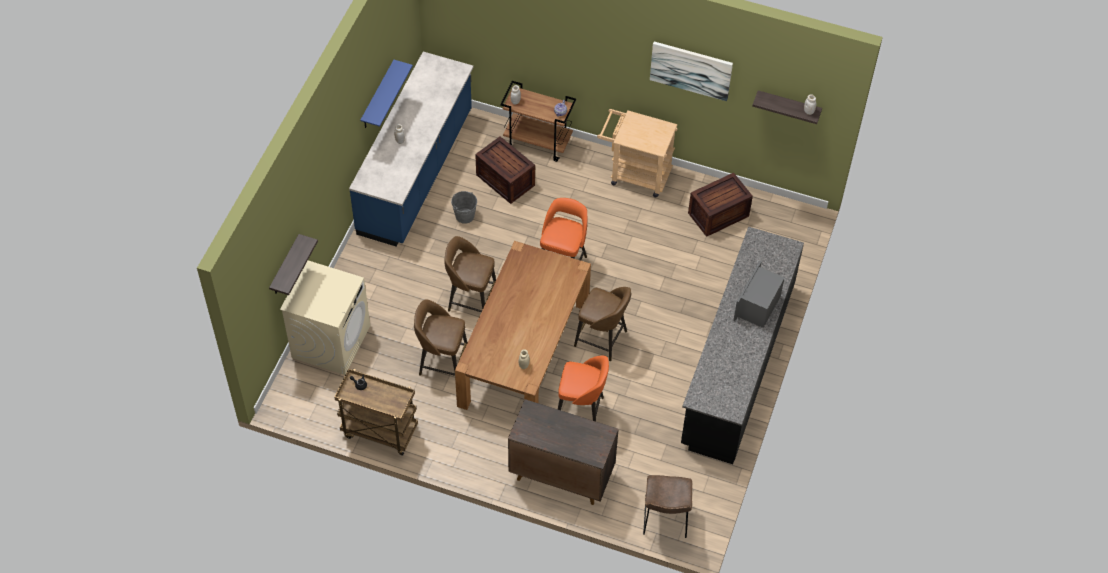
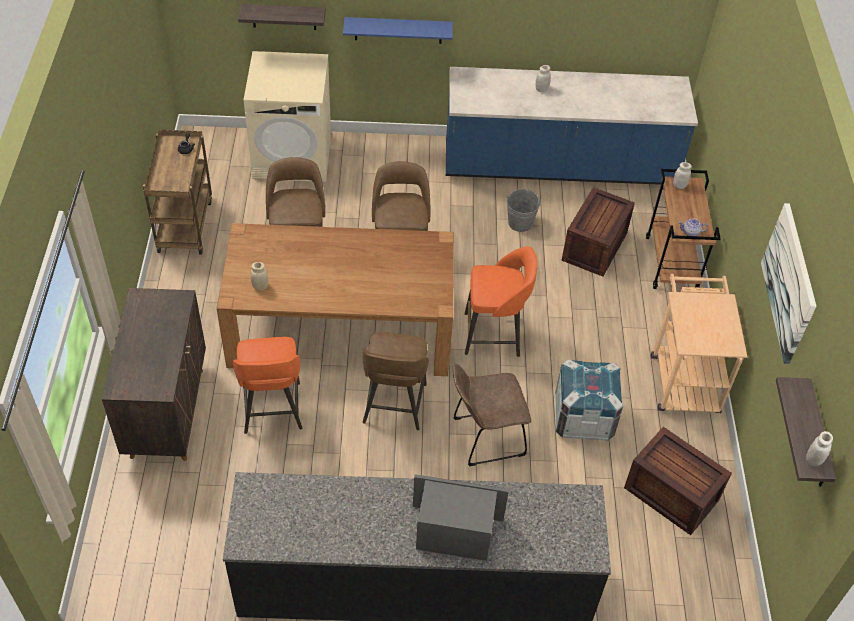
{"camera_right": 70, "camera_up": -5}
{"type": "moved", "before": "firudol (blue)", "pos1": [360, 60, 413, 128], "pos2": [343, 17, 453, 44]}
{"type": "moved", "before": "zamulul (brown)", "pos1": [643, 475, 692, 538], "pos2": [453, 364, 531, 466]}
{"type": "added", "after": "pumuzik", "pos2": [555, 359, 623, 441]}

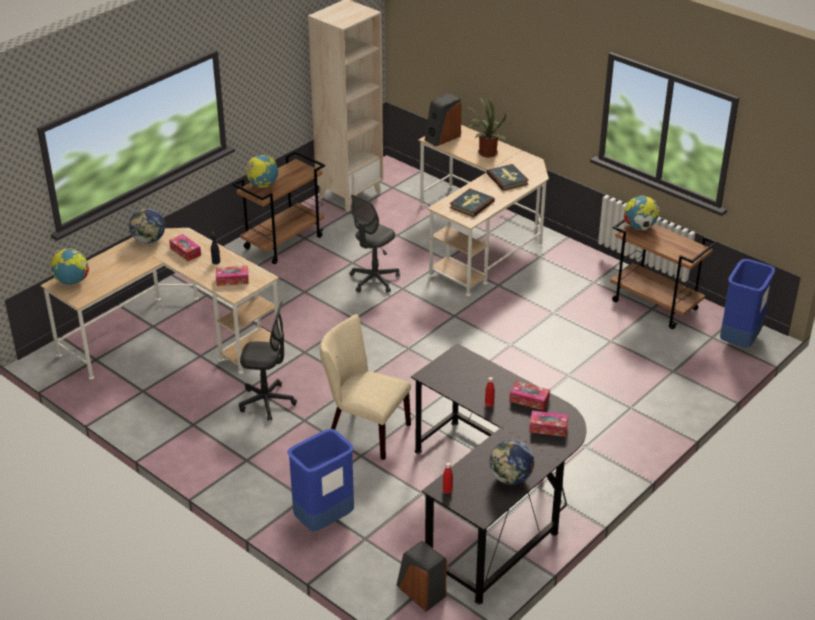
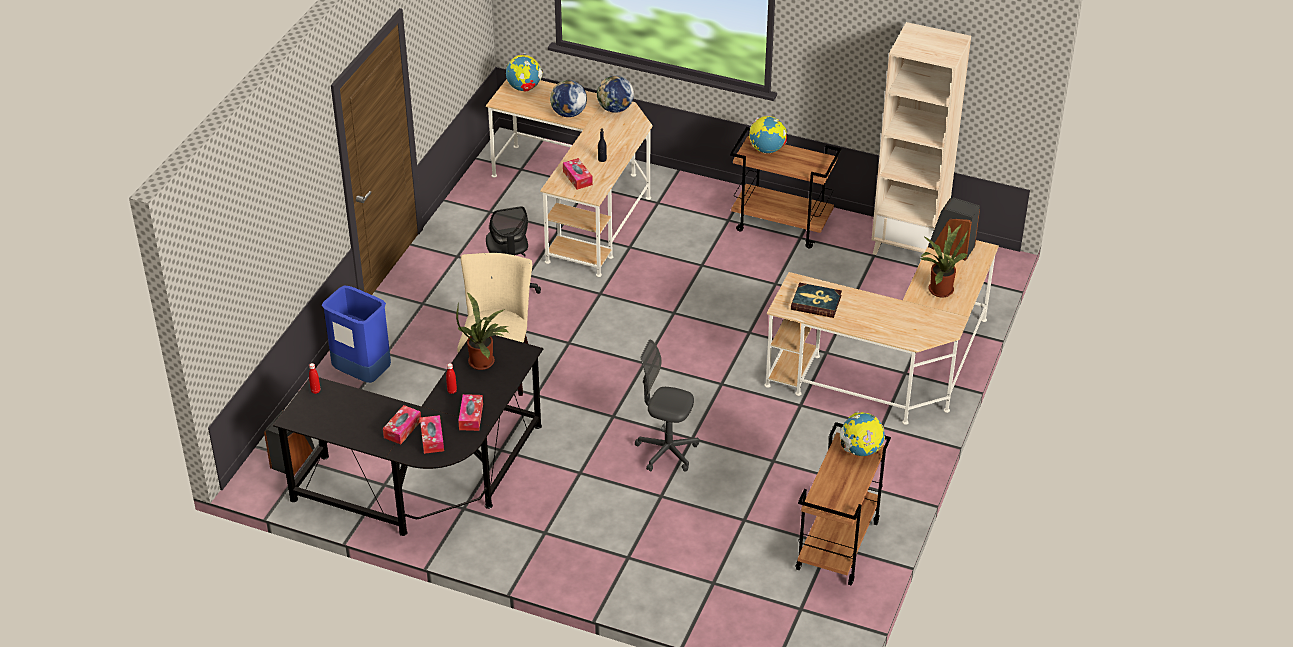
{"camera_right": 70, "camera_up": 5}
{"type": "moved", "before": "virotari", "pos1": [169, 234, 201, 261], "pos2": [383, 405, 421, 445]}
{"type": "moved", "before": "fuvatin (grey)", "pos1": [350, 195, 400, 293], "pos2": [635, 340, 699, 472]}
{"type": "removed", "before": "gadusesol", "pos1": [486, 164, 529, 191]}
{"type": "moved", "before": "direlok", "pos1": [490, 440, 534, 485], "pos2": [550, 80, 587, 117]}
{"type": "removed", "before": "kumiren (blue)", "pos1": [720, 259, 775, 348]}
{"type": "added", "after": "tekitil", "pos2": [456, 292, 509, 370]}

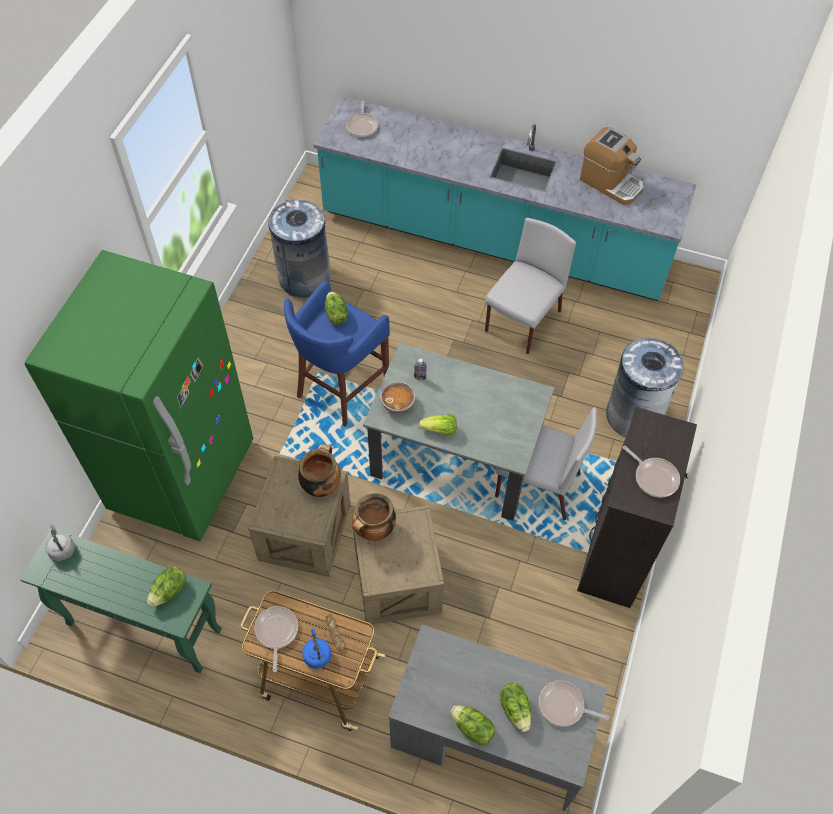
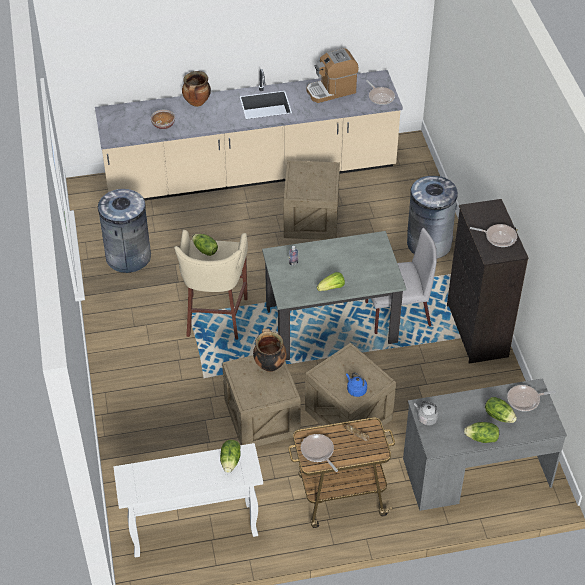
{"camera_right": -30, "camera_up": -10}
{"type": "recoloured", "before": "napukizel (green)", "after": "napukizel (white)", "pos1": [20, 529, 222, 673], "pos2": [113, 443, 263, 558]}
{"type": "removed", "before": "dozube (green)", "pos1": [25, 250, 253, 541]}
{"type": "moved", "before": "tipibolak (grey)", "pos1": [45, 525, 75, 561], "pos2": [414, 401, 439, 425]}
{"type": "recoloured", "before": "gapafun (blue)", "after": "gapafun (beige)", "pos1": [284, 280, 390, 427], "pos2": [174, 230, 248, 339]}
{"type": "moved", "before": "tipibolak (blue)", "pos1": [302, 629, 331, 669], "pos2": [346, 373, 367, 397]}
{"type": "recoloured", "before": "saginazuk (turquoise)", "after": "saginazuk (beige)", "pos1": [314, 97, 696, 301], "pos2": [95, 69, 403, 200]}
{"type": "moved", "before": "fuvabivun", "pos1": [346, 101, 378, 137], "pos2": [366, 80, 395, 105]}
{"type": "moved", "before": "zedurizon", "pos1": [352, 493, 396, 541], "pos2": [182, 71, 211, 107]}
{"type": "moved", "before": "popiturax", "pos1": [380, 381, 415, 413], "pos2": [151, 110, 175, 130]}
{"type": "replaced", "before": "zamulul (grey)", "after": "pumuzik", "pos1": [485, 218, 576, 354], "pos2": [283, 160, 340, 240]}
{"type": "turned", "before": "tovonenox", "pos1": [580, 127, 644, 205], "pos2": [307, 48, 359, 103], "turn": 150}

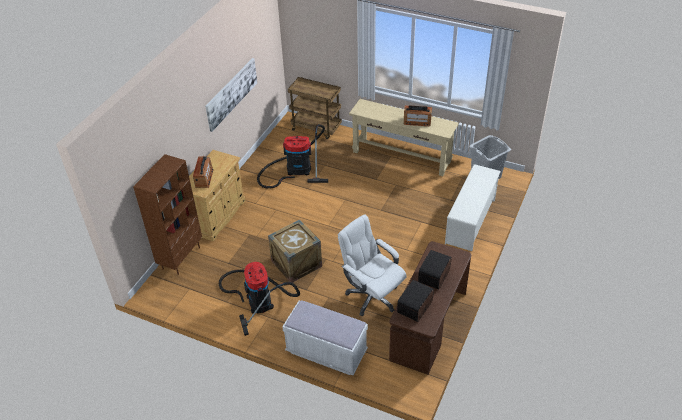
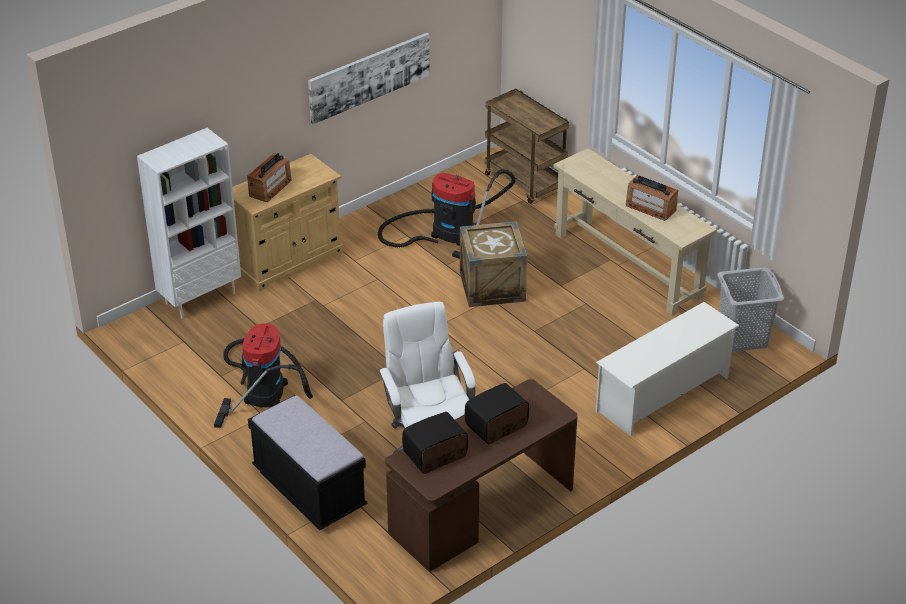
{"camera_right": 25, "camera_up": -5}
{"type": "recoloured", "before": "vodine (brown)", "after": "vodine (white)", "pos1": [133, 154, 202, 275], "pos2": [137, 128, 241, 319]}
{"type": "moved", "before": "pumuzik", "pos1": [268, 220, 322, 283], "pos2": [460, 221, 527, 307]}
{"type": "recoloured", "before": "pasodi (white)", "after": "pasodi (black)", "pos1": [282, 300, 368, 375], "pos2": [248, 395, 367, 530]}

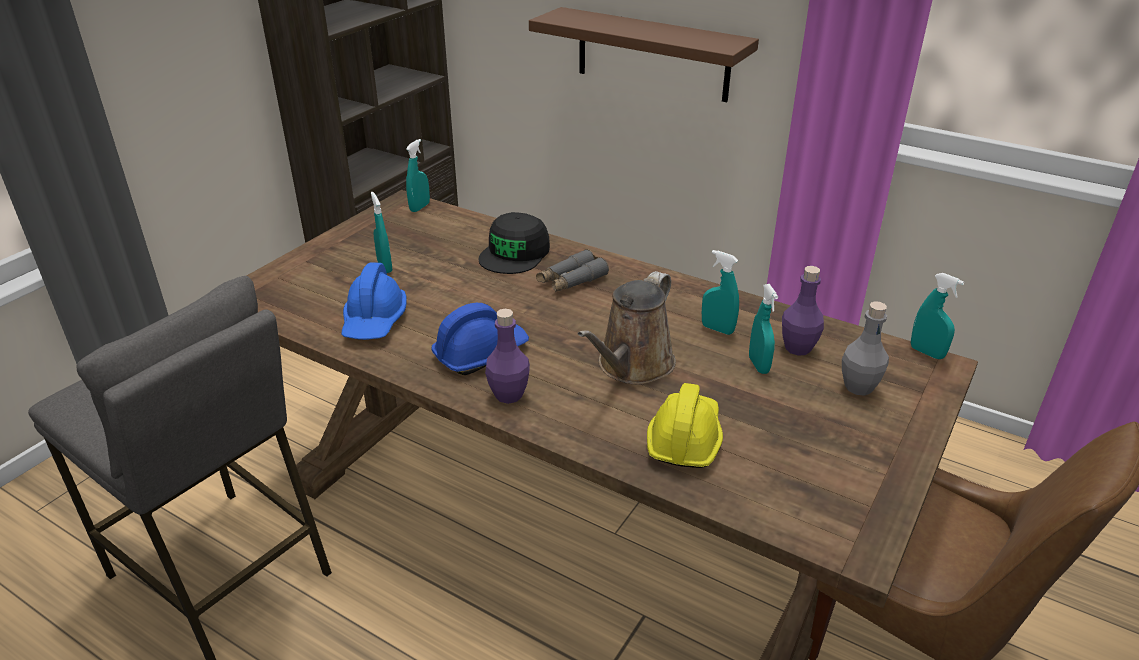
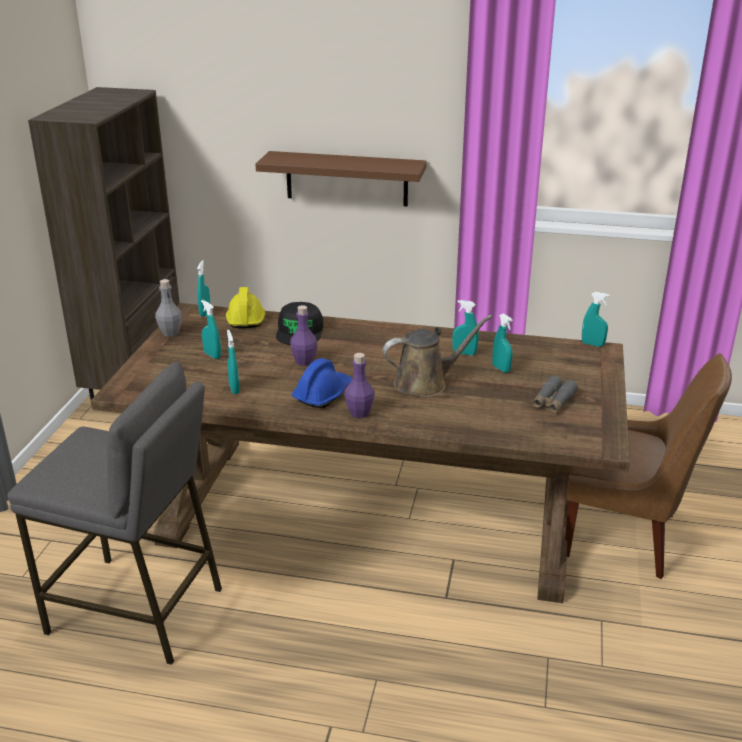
{"camera_right": -20, "camera_up": -5}
{"type": "replaced", "before": "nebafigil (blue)", "after": "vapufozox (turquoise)", "pos1": [341, 262, 407, 340], "pos2": [227, 330, 240, 394]}
{"type": "moved", "before": "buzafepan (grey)", "pos1": [536, 249, 609, 292], "pos2": [532, 375, 578, 413]}
{"type": "turned", "before": "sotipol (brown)", "pos1": [578, 271, 676, 385], "pos2": [383, 315, 492, 397], "turn": -120}
{"type": "moved", "before": "nebafigil (yellow)", "pos1": [647, 383, 723, 468], "pos2": [226, 287, 265, 328]}
{"type": "moved", "before": "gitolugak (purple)", "pos1": [782, 266, 824, 356], "pos2": [290, 305, 317, 366]}
{"type": "moved", "before": "gitolugak (grey)", "pos1": [842, 301, 889, 396], "pos2": [155, 279, 182, 337]}

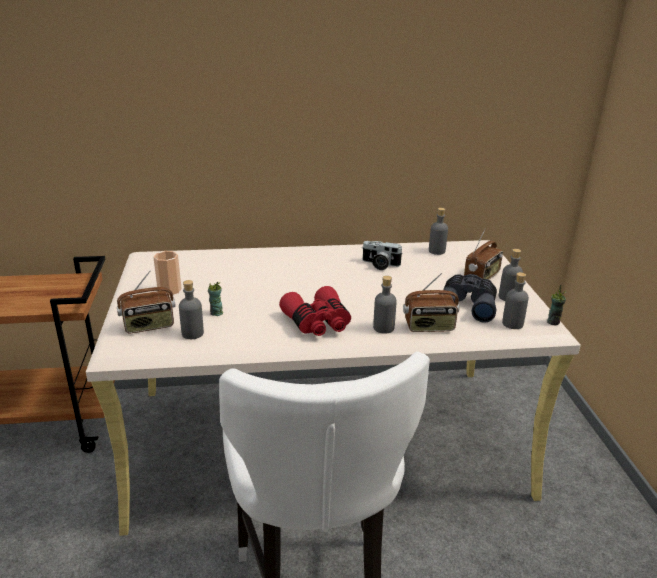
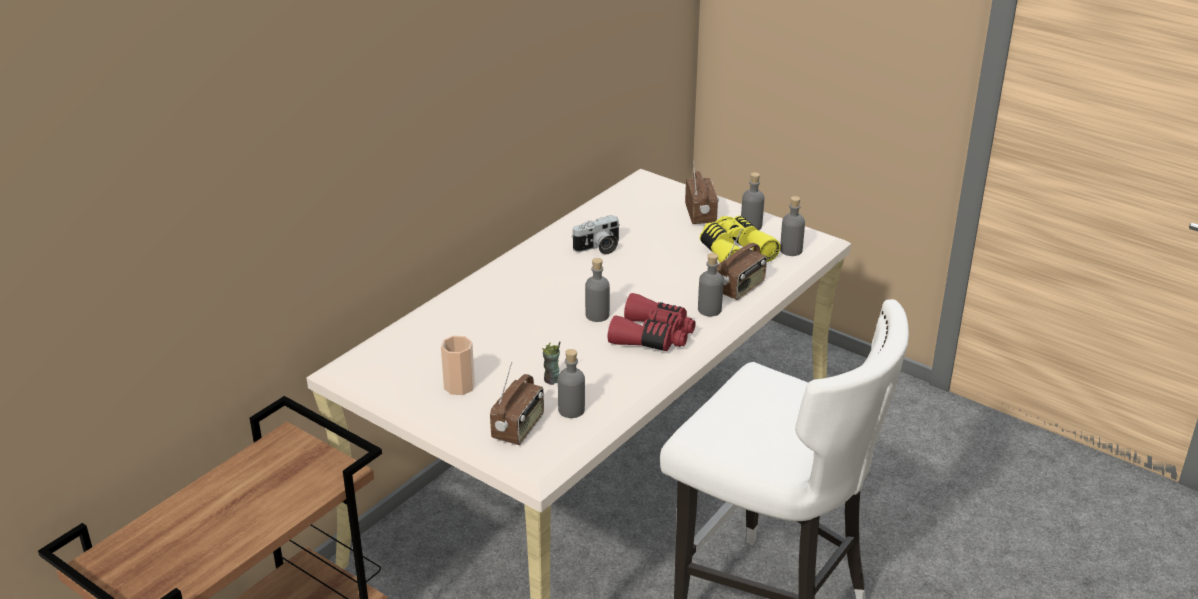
{"camera_right": -45, "camera_up": 5}
{"type": "moved", "before": "gitolugak (grey)", "pos1": [429, 208, 448, 255], "pos2": [585, 258, 610, 322]}
{"type": "recoloured", "before": "buzafepan (grey)", "after": "buzafepan (yellow)", "pos1": [443, 274, 497, 323], "pos2": [700, 216, 781, 263]}
{"type": "removed", "before": "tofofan", "pos1": [547, 285, 566, 325]}

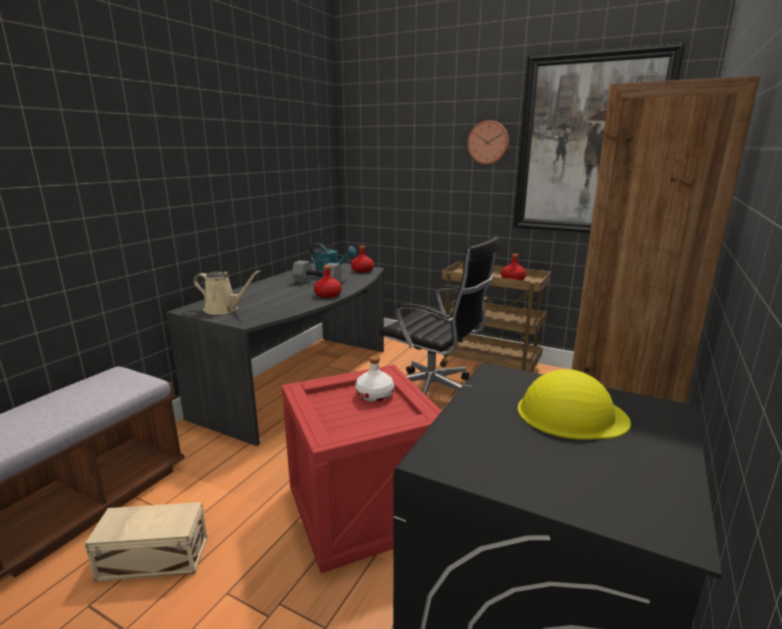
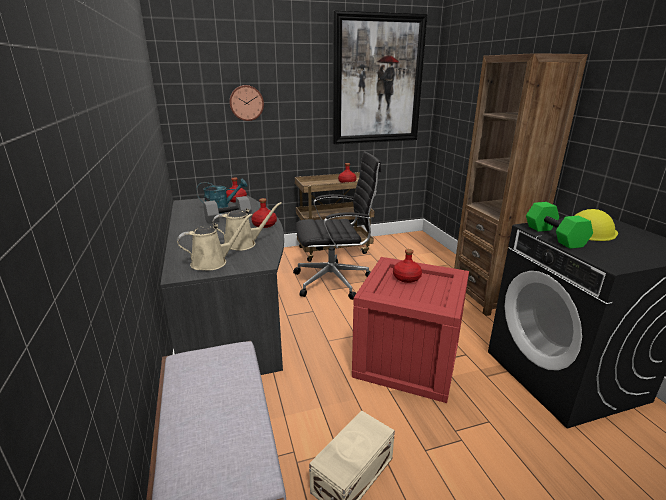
{"camera_right": -45, "camera_up": 5}
{"type": "recoloured", "before": "gitolugak (white)", "after": "gitolugak (red)", "pos1": [355, 355, 394, 402], "pos2": [393, 249, 422, 283]}
{"type": "moved", "before": "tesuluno", "pos1": [467, 120, 509, 164], "pos2": [229, 85, 264, 121]}
{"type": "added", "after": "sotipol (beige)", "pos2": [213, 202, 282, 251]}
{"type": "added", "after": "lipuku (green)", "pos2": [526, 202, 593, 249]}

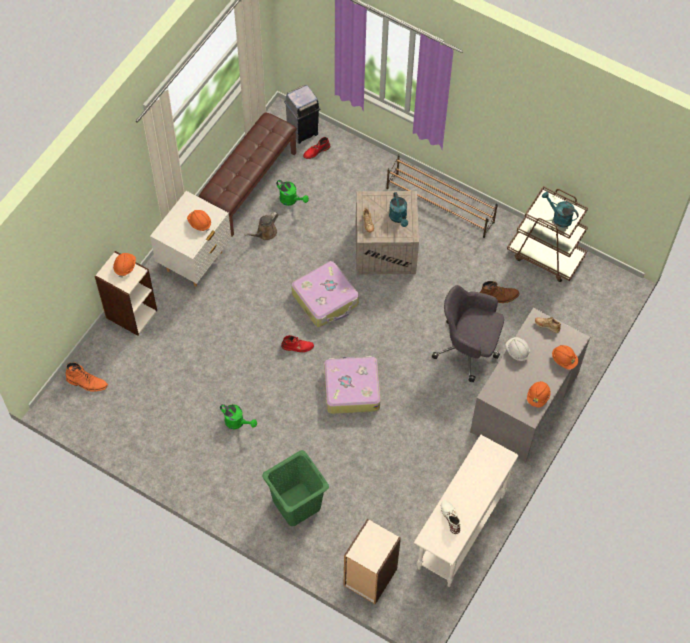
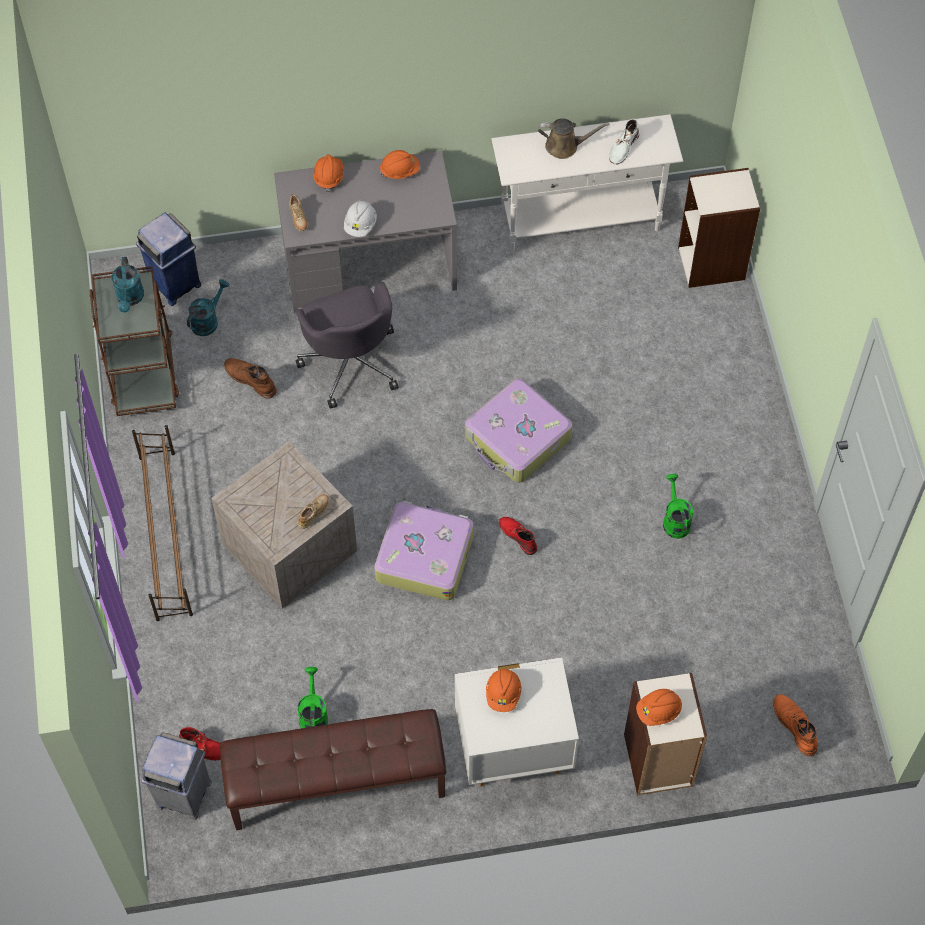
{"camera_right": -130, "camera_up": 0}
{"type": "moved", "before": "sotipol (brown)", "pos1": [244, 212, 278, 240], "pos2": [538, 118, 609, 159]}
{"type": "removed", "before": "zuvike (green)", "pos1": [262, 450, 329, 526]}
{"type": "moved", "before": "sotipol (turquoise)", "pos1": [389, 192, 408, 227], "pos2": [187, 279, 230, 336]}
{"type": "added", "after": "kumiren (blue)", "pos2": [136, 213, 201, 306]}

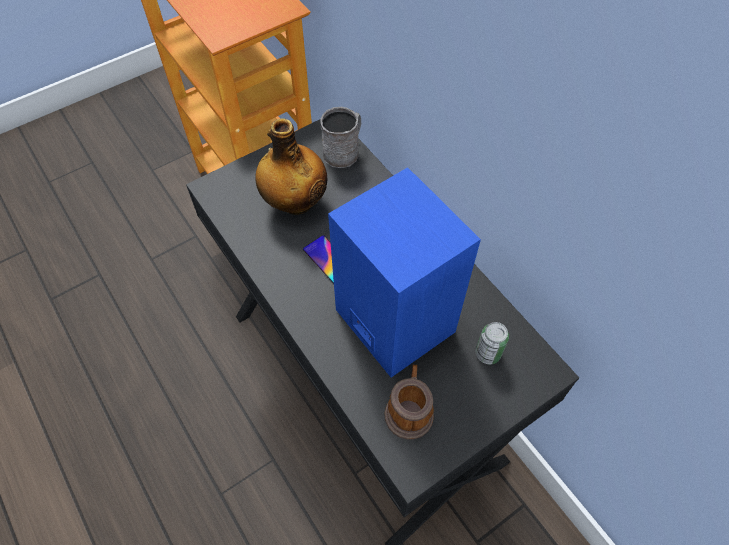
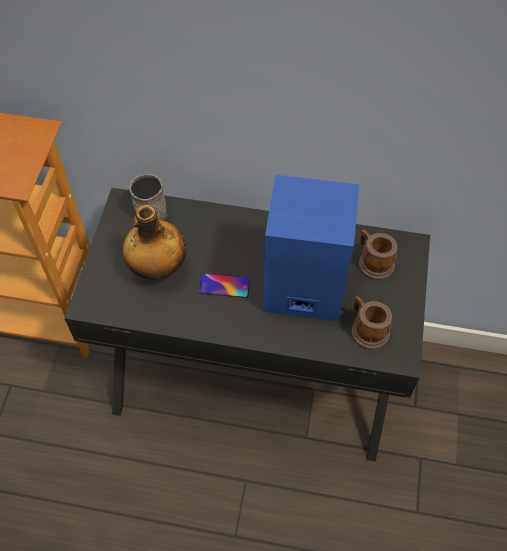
{"camera_right": -45, "camera_up": 0}
{"type": "replaced", "before": "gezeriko", "after": "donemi", "pos1": [476, 322, 509, 364], "pos2": [359, 229, 398, 280]}

